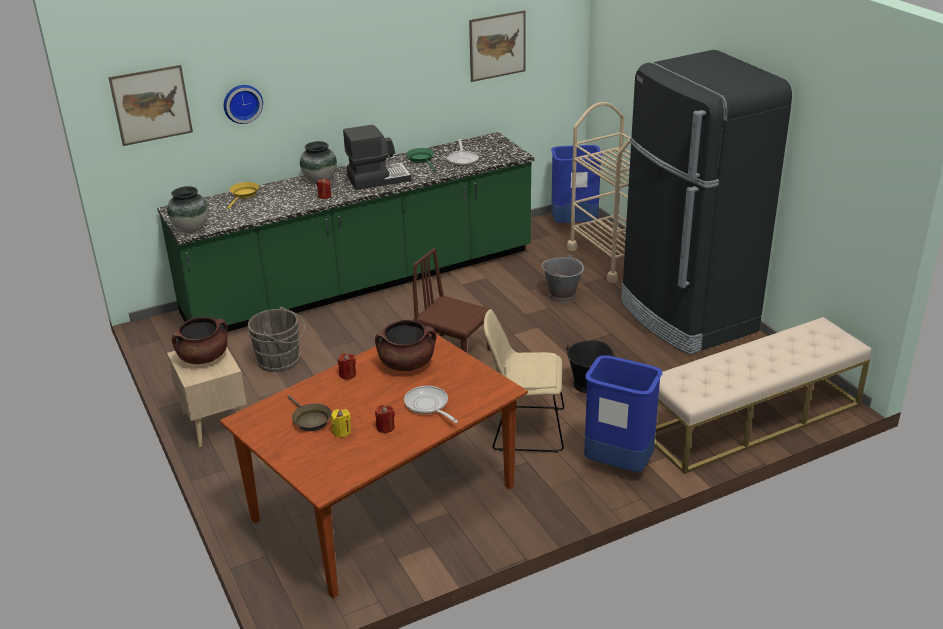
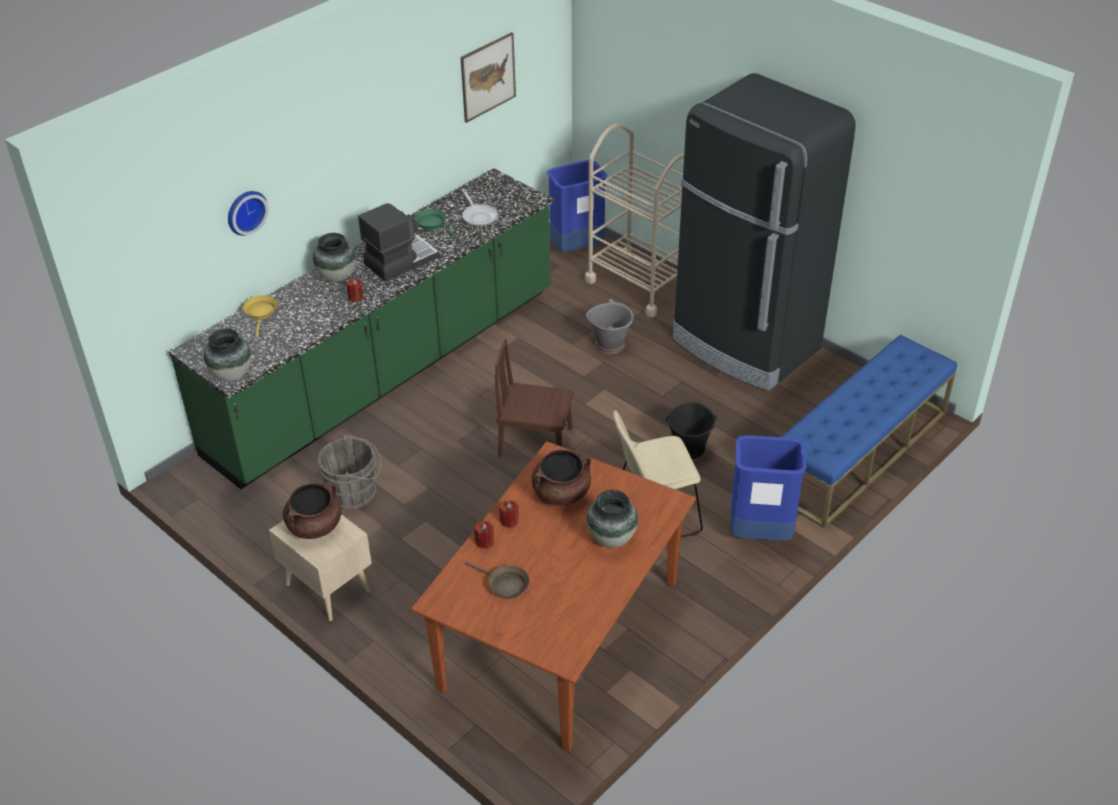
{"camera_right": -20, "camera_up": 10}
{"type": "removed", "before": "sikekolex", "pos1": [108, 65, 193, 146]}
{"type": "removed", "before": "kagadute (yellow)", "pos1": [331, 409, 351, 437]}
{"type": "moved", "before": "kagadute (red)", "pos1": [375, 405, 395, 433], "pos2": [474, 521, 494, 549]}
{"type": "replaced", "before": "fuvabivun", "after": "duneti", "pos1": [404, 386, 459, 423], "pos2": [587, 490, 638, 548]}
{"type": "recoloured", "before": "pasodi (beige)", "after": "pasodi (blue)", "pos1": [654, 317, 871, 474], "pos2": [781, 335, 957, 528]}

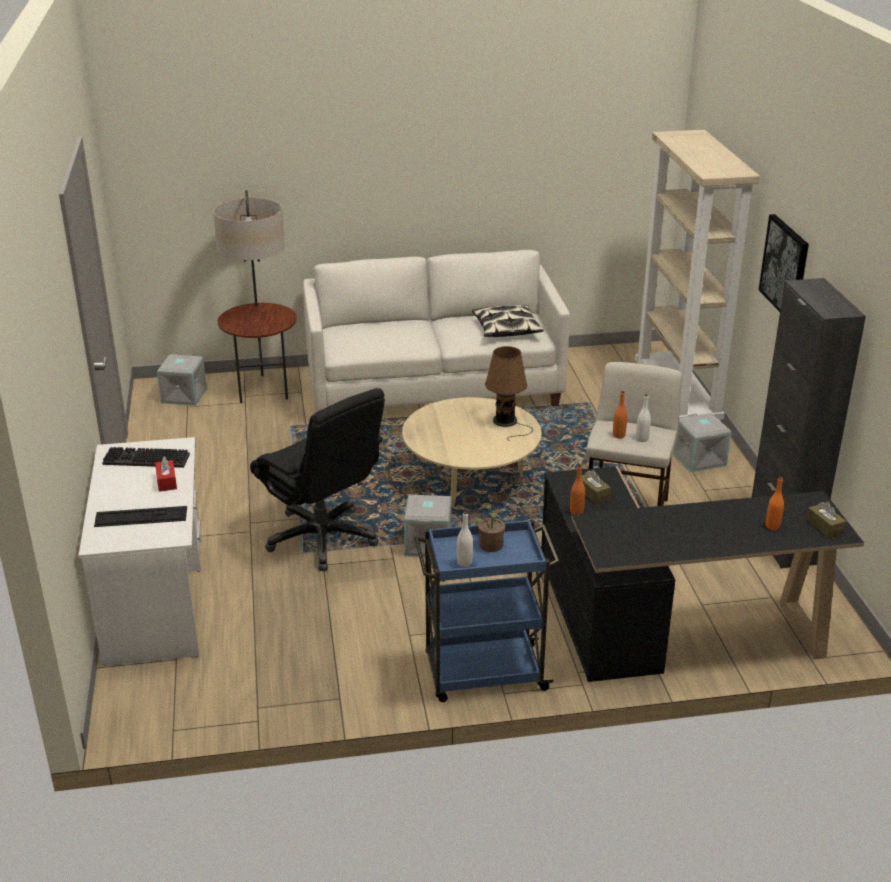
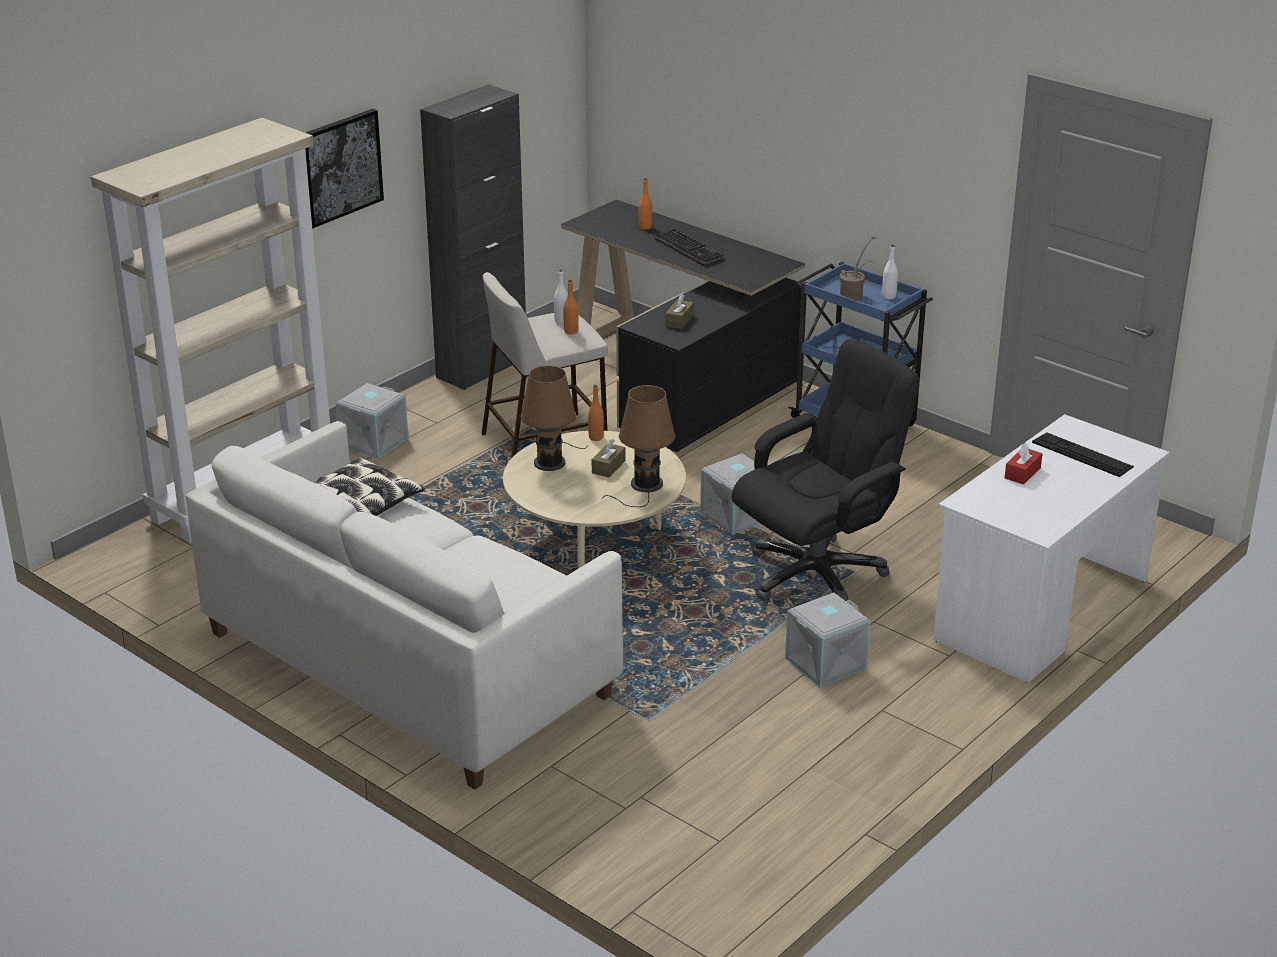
{"camera_right": -130, "camera_up": 0}
{"type": "moved", "before": "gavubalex", "pos1": [102, 447, 190, 468], "pos2": [655, 228, 724, 267]}
{"type": "moved", "before": "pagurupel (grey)", "pos1": [157, 354, 207, 406], "pos2": [785, 593, 870, 687]}
{"type": "removed", "before": "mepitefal", "pos1": [213, 190, 297, 403]}
{"type": "turned", "before": "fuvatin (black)", "pos1": [250, 388, 385, 571], "pos2": [731, 339, 920, 603], "turn": 45}
{"type": "moved", "before": "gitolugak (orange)", "pos1": [570, 465, 585, 514], "pos2": [588, 385, 604, 441]}
{"type": "moved", "before": "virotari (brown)", "pos1": [806, 501, 846, 538], "pos2": [592, 439, 625, 478]}
{"type": "added", "after": "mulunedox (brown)", "pos2": [602, 385, 675, 507]}

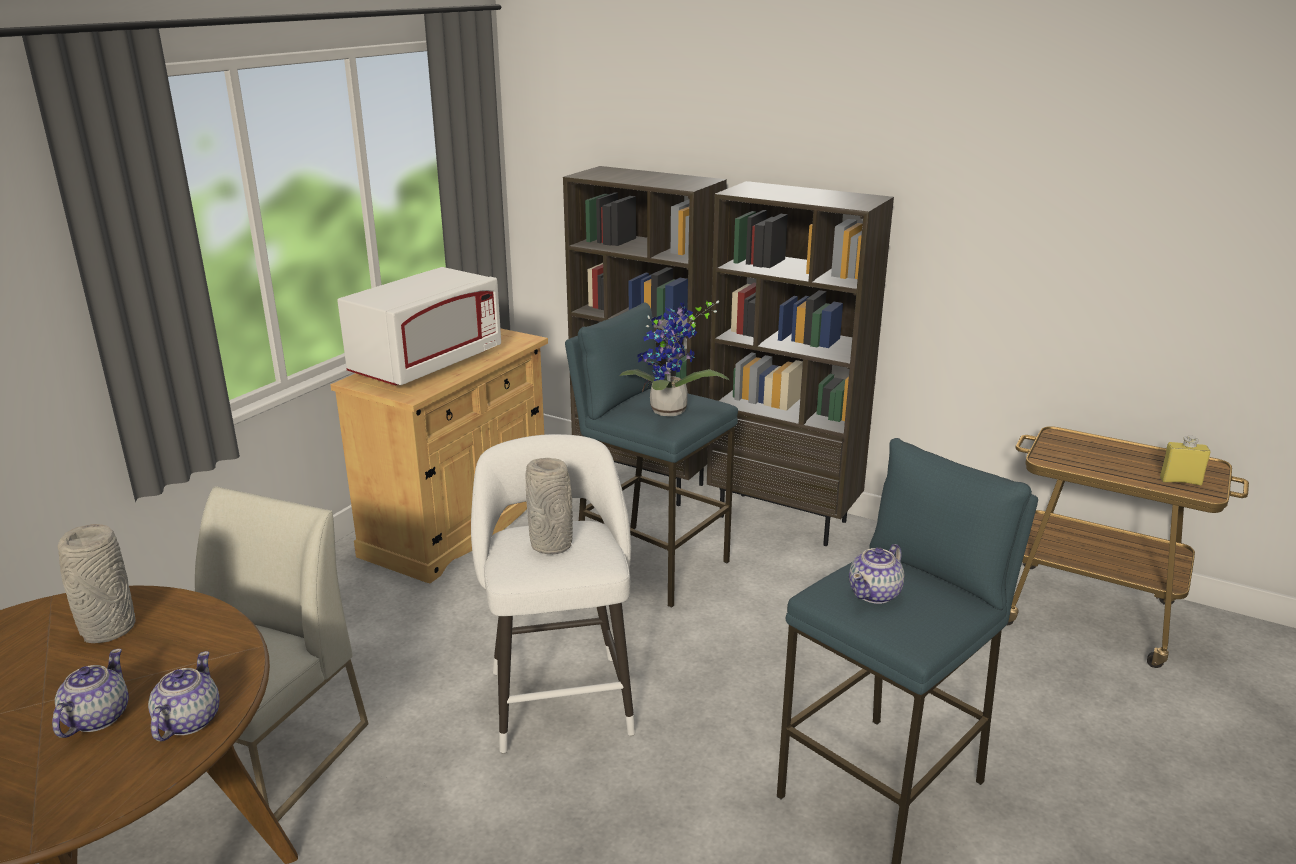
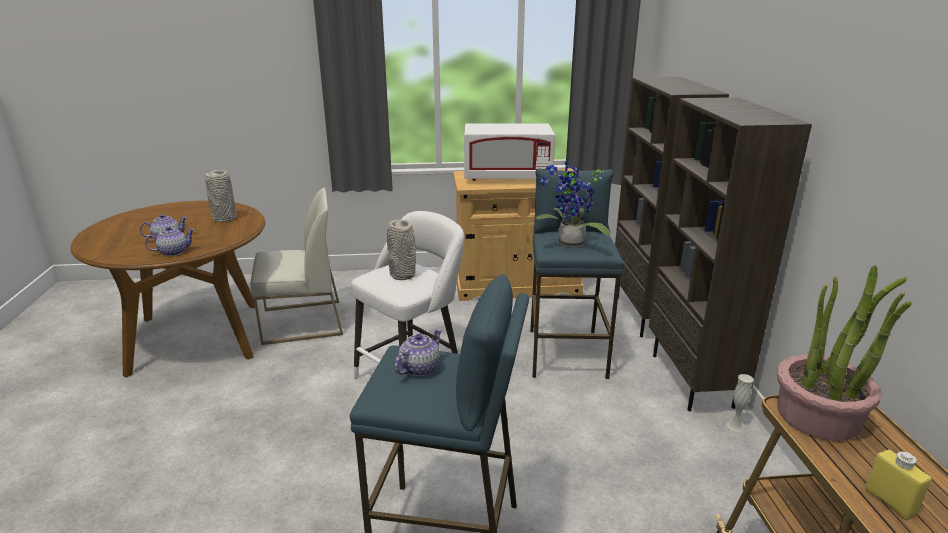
{"camera_right": 55, "camera_up": 0}
{"type": "turned", "before": "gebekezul", "pos1": [849, 544, 905, 604], "pos2": [395, 329, 442, 376], "turn": 120}
{"type": "added", "after": "duneti (white)", "pos2": [726, 374, 754, 432]}
{"type": "added", "after": "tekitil", "pos2": [777, 265, 912, 441]}

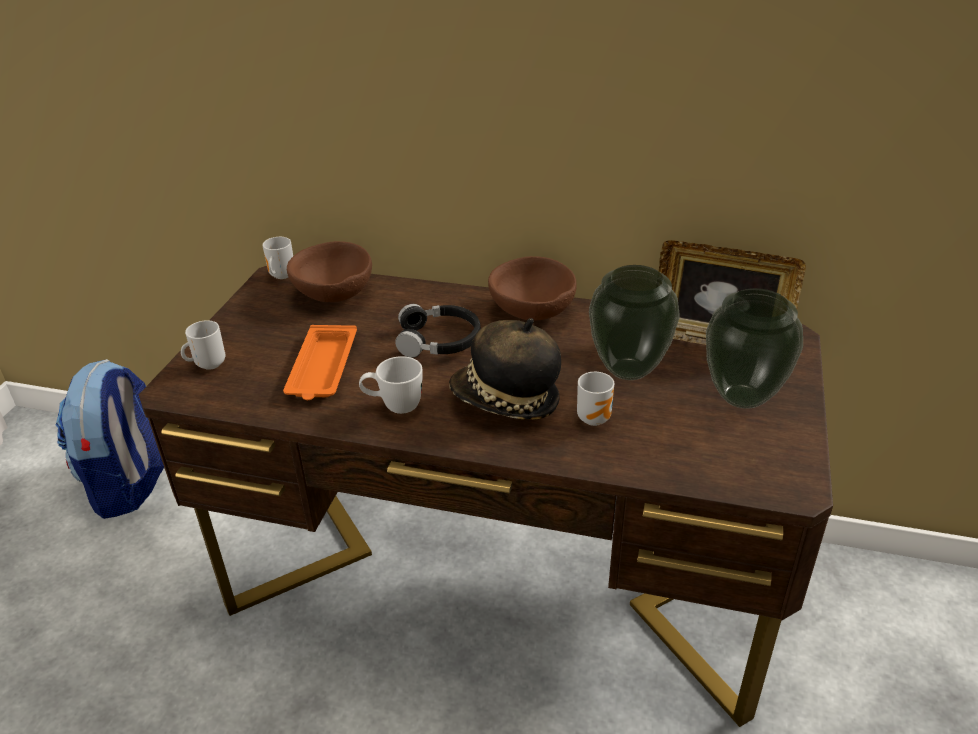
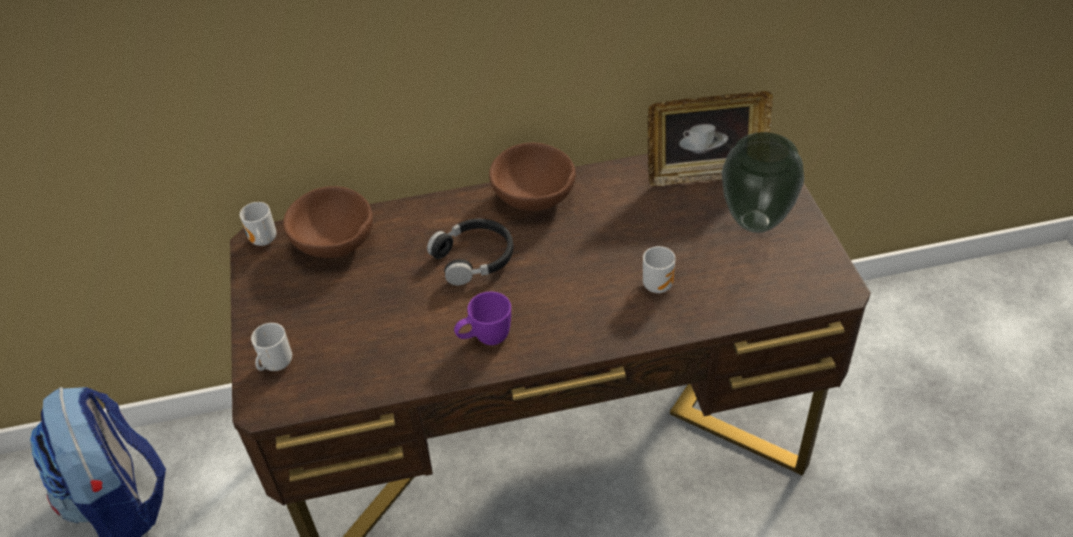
{"camera_right": -25, "camera_up": 10}
{"type": "removed", "before": "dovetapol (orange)", "pos1": [283, 325, 357, 400]}
{"type": "recoloured", "before": "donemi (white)", "after": "donemi (purple)", "pos1": [359, 356, 423, 414], "pos2": [454, 292, 511, 345]}
{"type": "removed", "before": "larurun", "pos1": [449, 318, 561, 419]}
{"type": "removed", "before": "duneti", "pos1": [589, 265, 680, 380]}

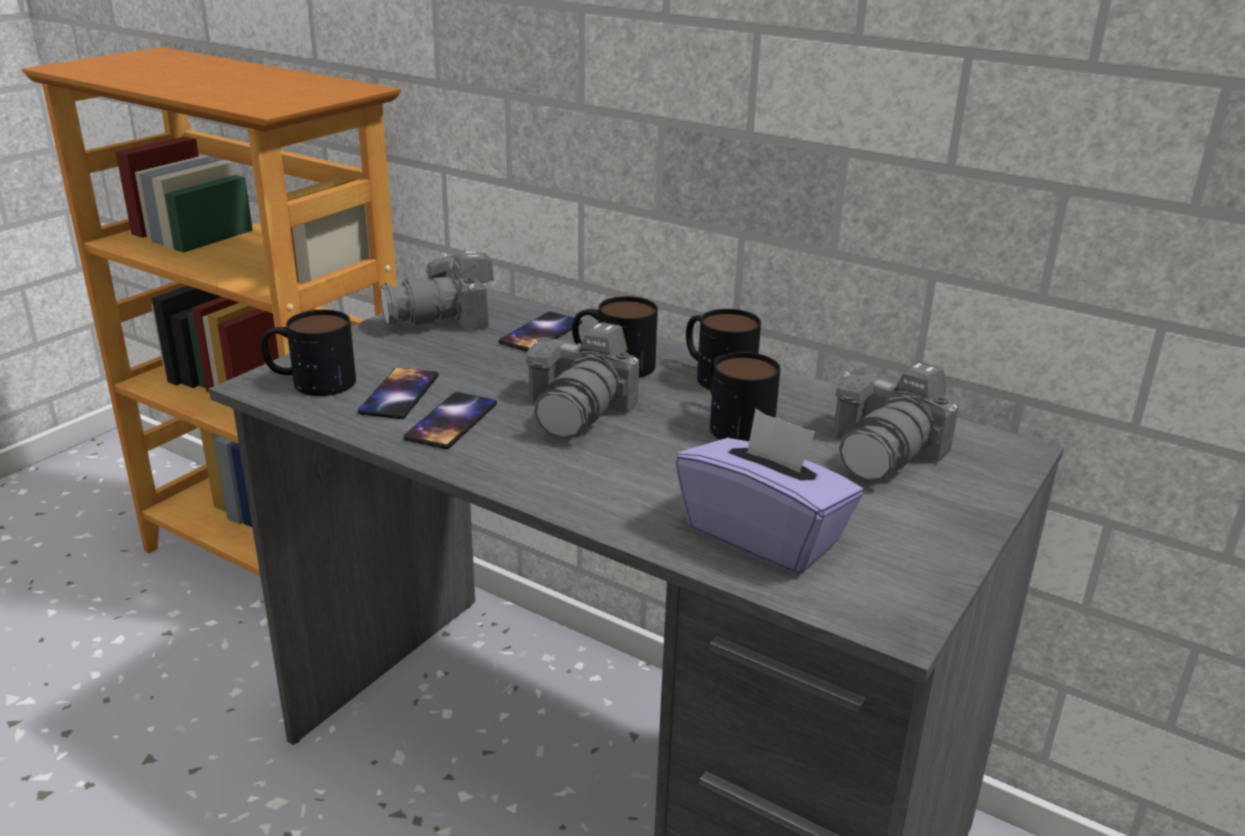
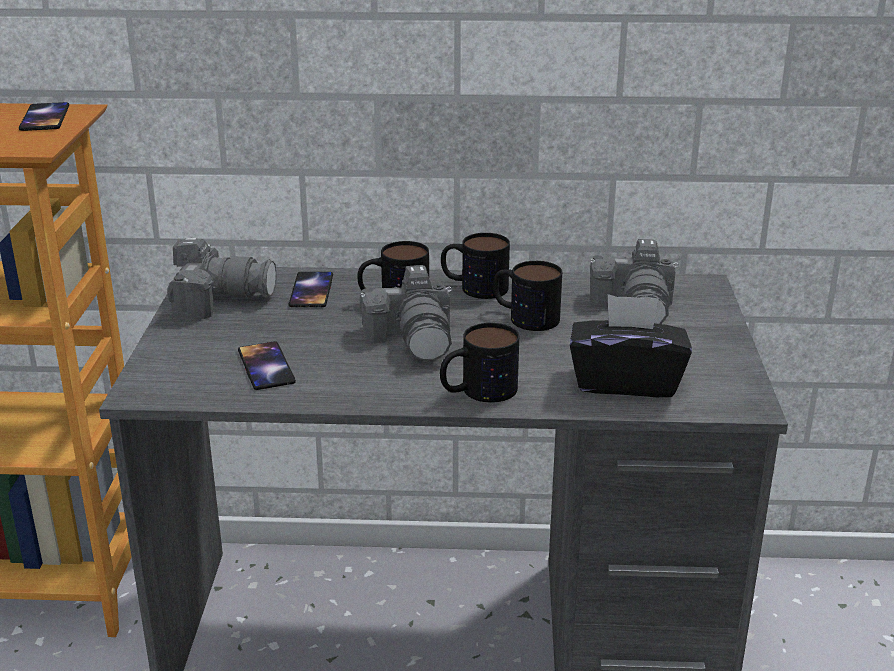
{"camera_right": -30, "camera_up": 0}
{"type": "moved", "before": "donemi", "pos1": [261, 310, 356, 396], "pos2": [440, 323, 519, 403]}
{"type": "turned", "before": "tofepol", "pos1": [380, 252, 494, 330], "pos2": [167, 238, 277, 319], "turn": -120}
{"type": "moved", "before": "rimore", "pos1": [403, 392, 497, 449], "pos2": [19, 102, 69, 131]}
{"type": "recoloured", "before": "virotari (purple)", "after": "virotari (black)", "pos1": [676, 409, 863, 575], "pos2": [570, 294, 692, 397]}

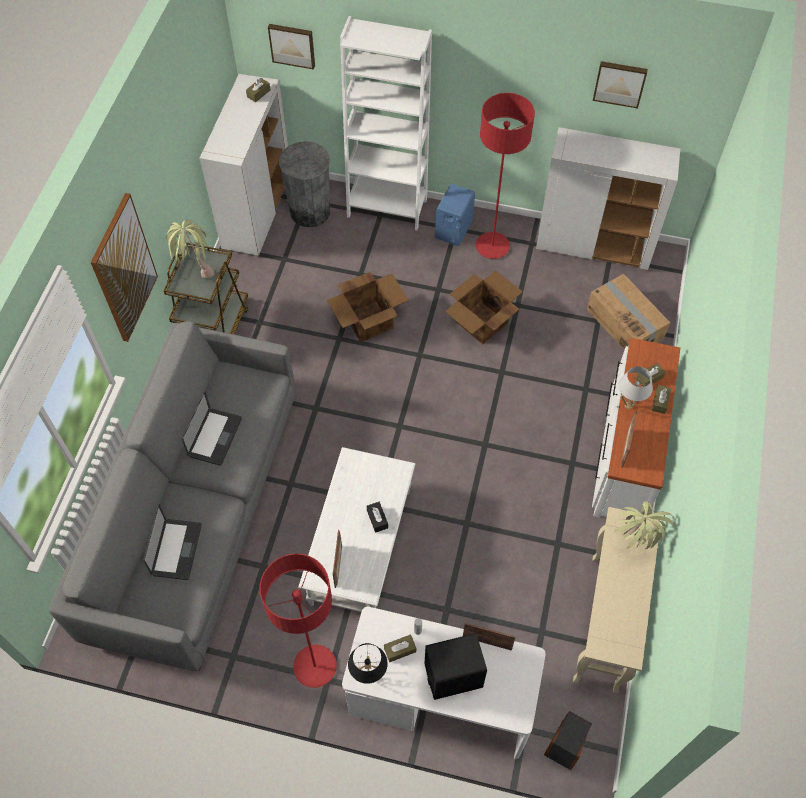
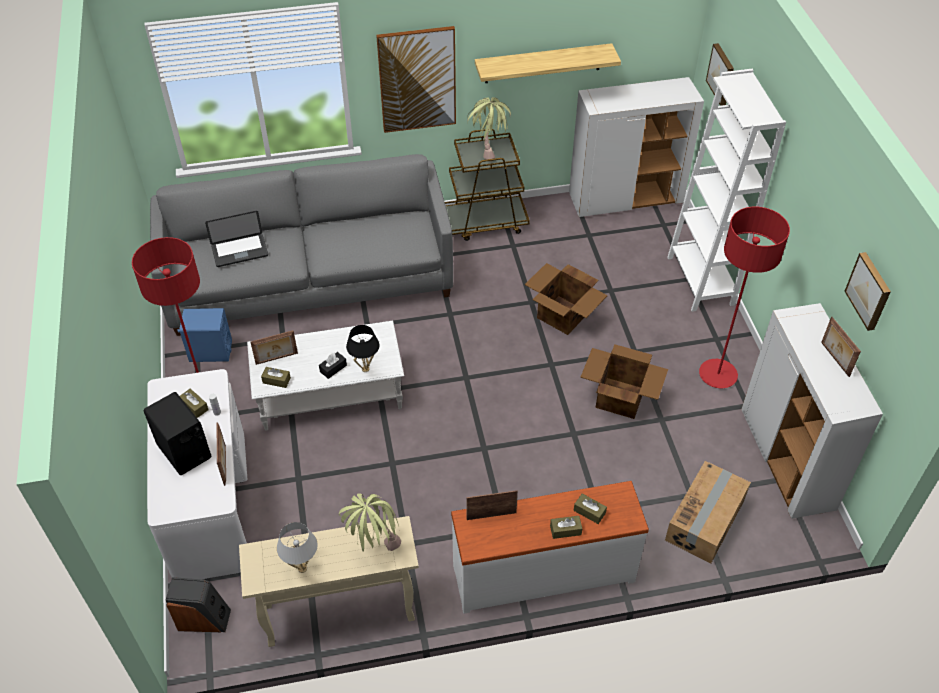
{"camera_right": 65, "camera_up": -10}
{"type": "removed", "before": "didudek", "pos1": [182, 391, 242, 466]}
{"type": "moved", "before": "virotari (brown)", "pos1": [246, 78, 270, 102], "pos2": [261, 367, 291, 388]}
{"type": "removed", "before": "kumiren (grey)", "pos1": [279, 141, 330, 228]}
{"type": "moved", "before": "mulunedox (black)", "pos1": [348, 643, 388, 684], "pos2": [346, 325, 379, 372]}
{"type": "moved", "before": "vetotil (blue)", "pos1": [435, 184, 475, 246], "pos2": [178, 308, 232, 362]}
{"type": "moved", "before": "mulunedox (white)", "pos1": [619, 367, 653, 409], "pos2": [277, 522, 318, 573]}
{"type": "added", "after": "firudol", "pos2": [475, 43, 621, 83]}
{"type": "added", "after": "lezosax", "pos2": [821, 317, 861, 377]}

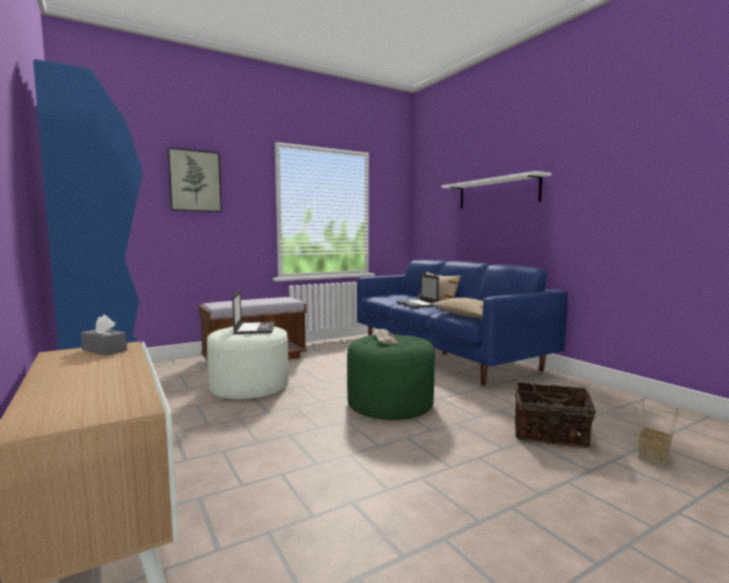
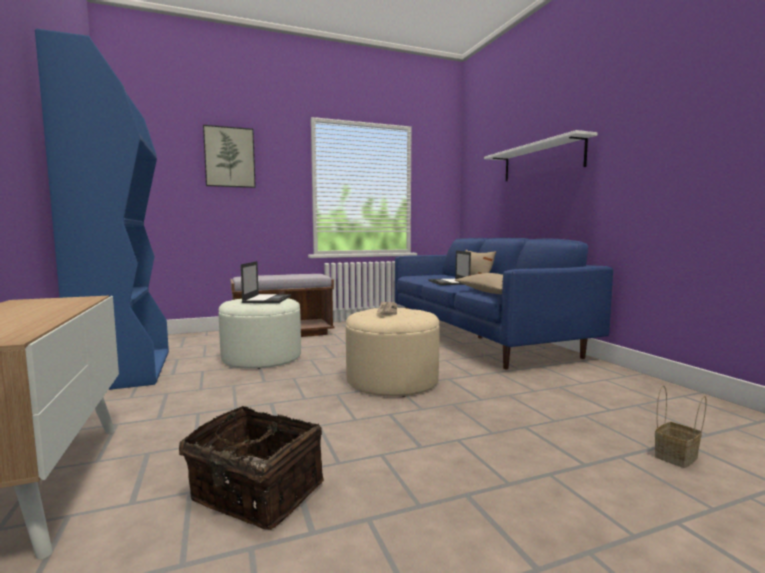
{"camera_right": 10, "camera_up": 0}
{"type": "removed", "before": "virotari (grey)", "pos1": [81, 315, 127, 356]}
{"type": "recoloured", "before": "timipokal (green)", "after": "timipokal (beige)", "pos1": [347, 334, 435, 420], "pos2": [346, 308, 440, 397]}
{"type": "moved", "before": "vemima", "pos1": [514, 382, 596, 448], "pos2": [179, 406, 324, 530]}

